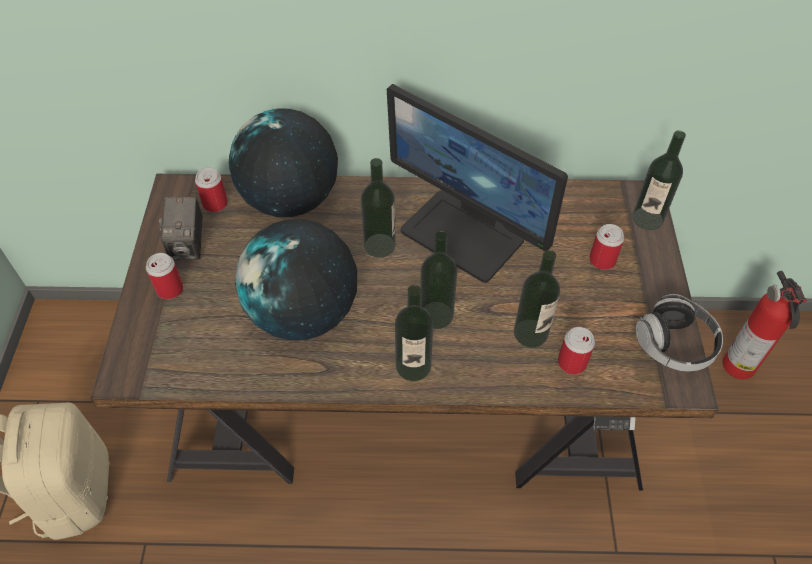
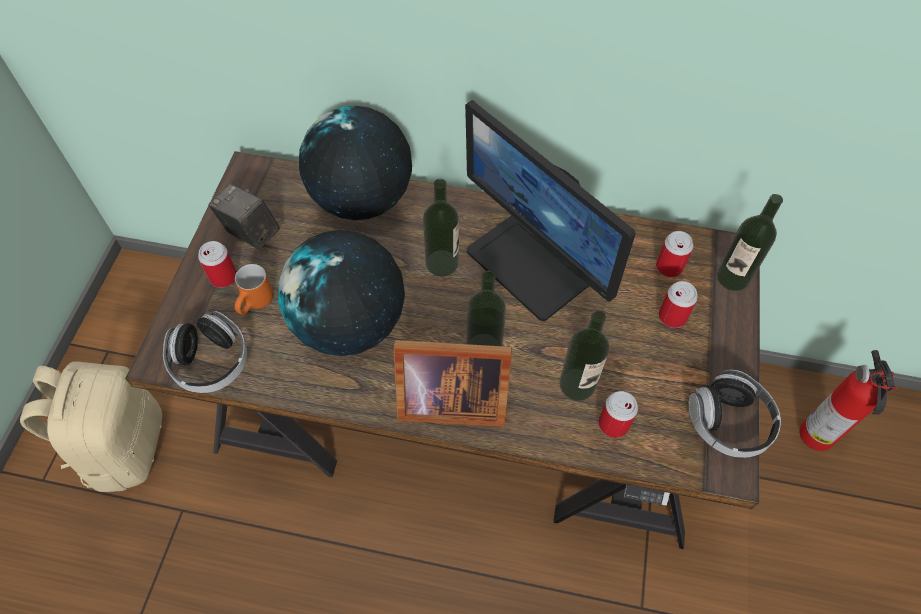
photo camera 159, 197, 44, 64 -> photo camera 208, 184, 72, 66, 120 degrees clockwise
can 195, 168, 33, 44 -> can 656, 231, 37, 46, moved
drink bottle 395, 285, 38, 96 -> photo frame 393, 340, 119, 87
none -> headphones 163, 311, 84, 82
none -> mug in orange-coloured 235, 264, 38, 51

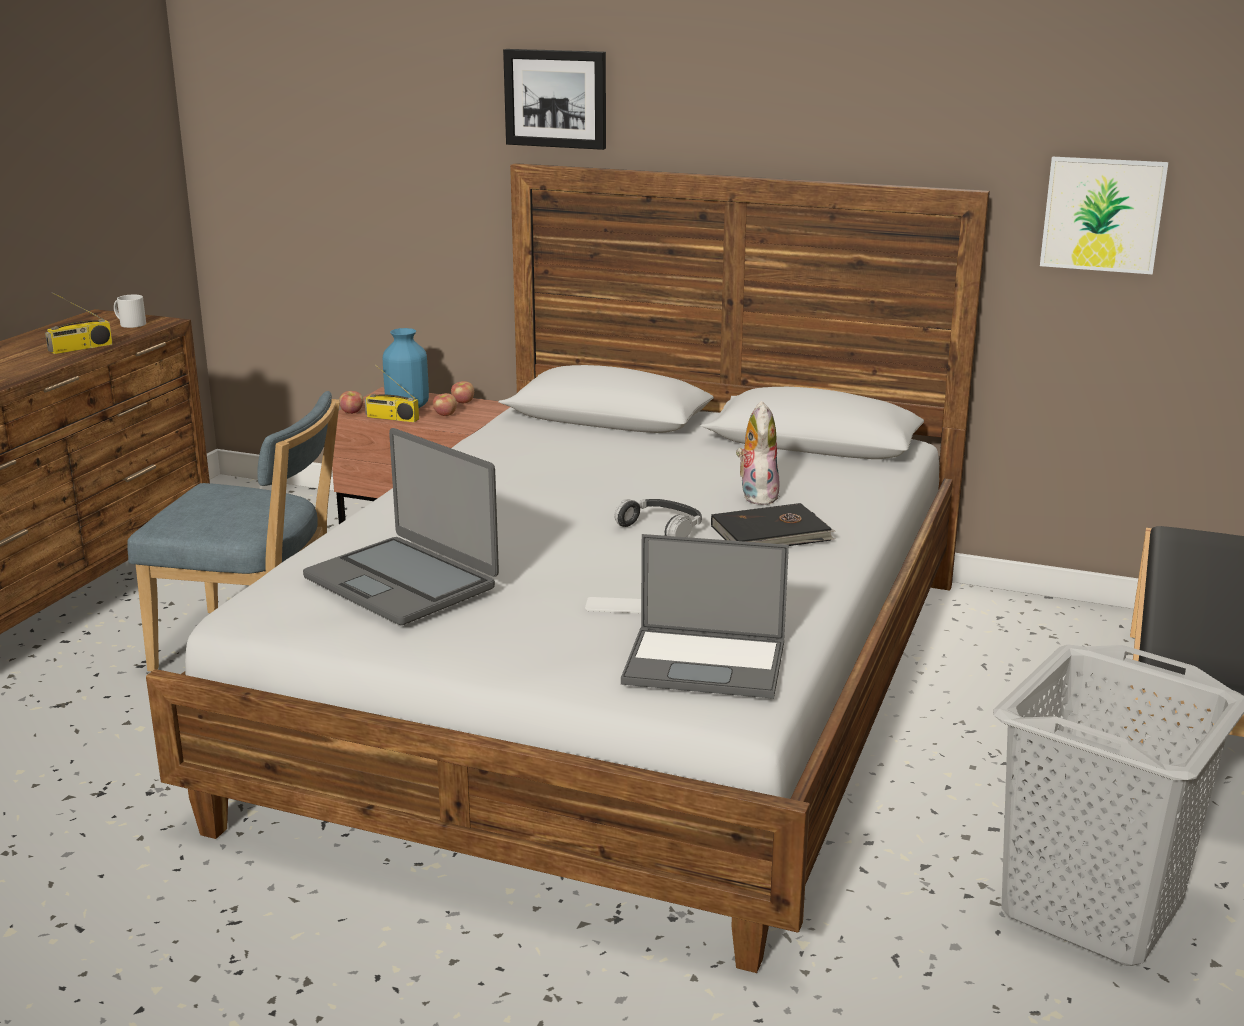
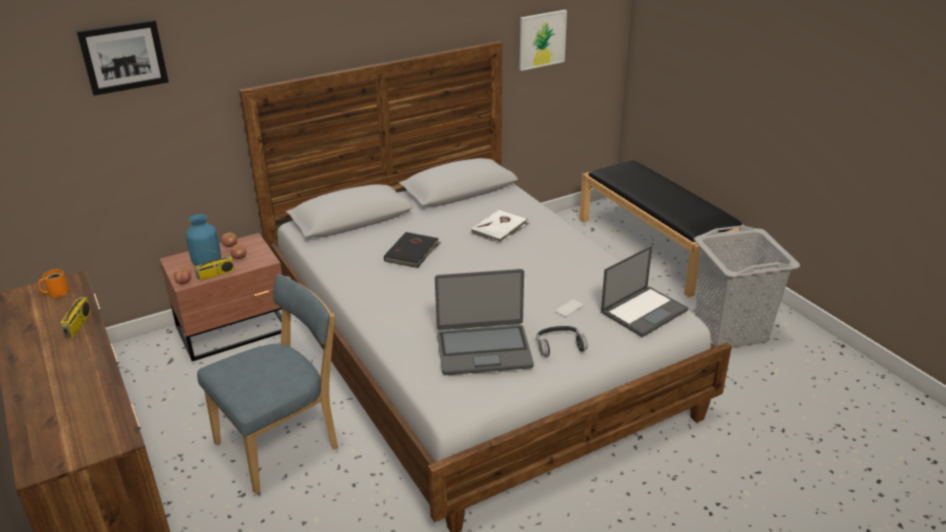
mug in white 114, 295, 32, 33 -> mug in orange-coloured 38, 269, 31, 28
wall art 503, 49, 103, 101 -> wall art 76, 19, 93, 77, moved
headphones 614, 499, 88, 38 -> headphones 536, 326, 52, 31, moved
volume in blackish 711, 503, 124, 43 -> volume in blackish 384, 232, 57, 36, moved
soft toy 736, 401, 44, 104 -> volume in white 471, 210, 58, 34

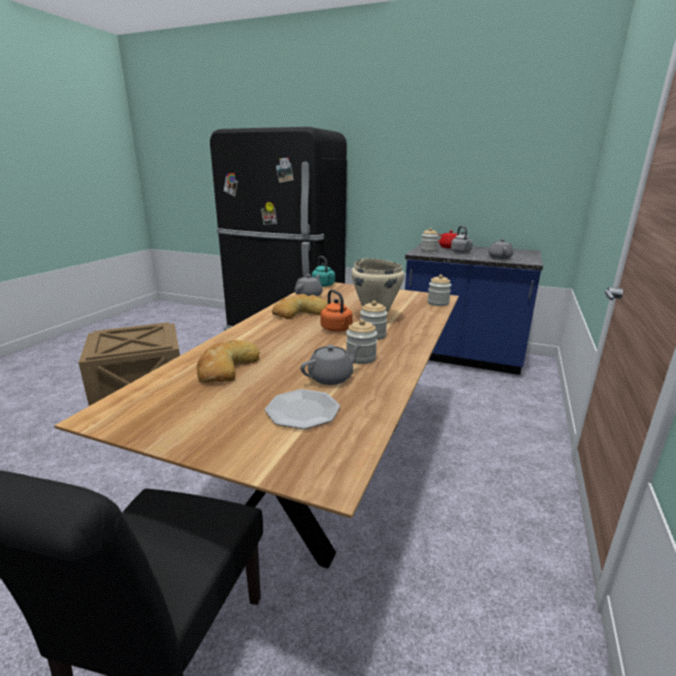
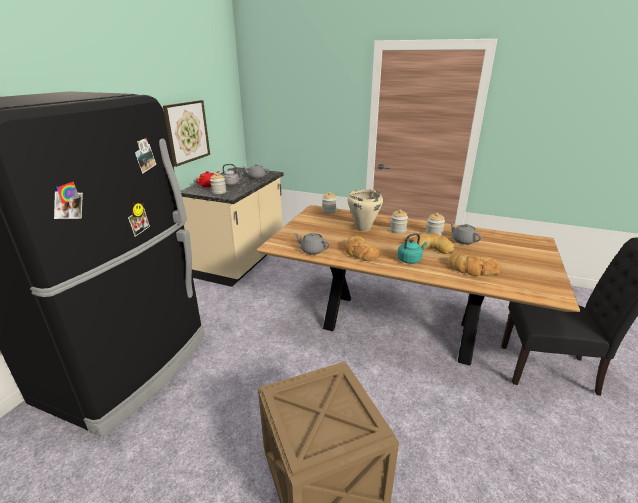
plate 265, 389, 75, 40 -> none
kettle in turquoise-coloured 312, 256, 23, 31 -> kettle in turquoise-coloured 397, 233, 30, 31, moved
kettle in orange-coloured 320, 290, 33, 42 -> none
kitchen counter in bluish 405, 243, 138, 132 -> kitchen counter in beige 181, 167, 103, 120
none -> wall art 163, 100, 47, 67
none -> baked bread 410, 233, 44, 21

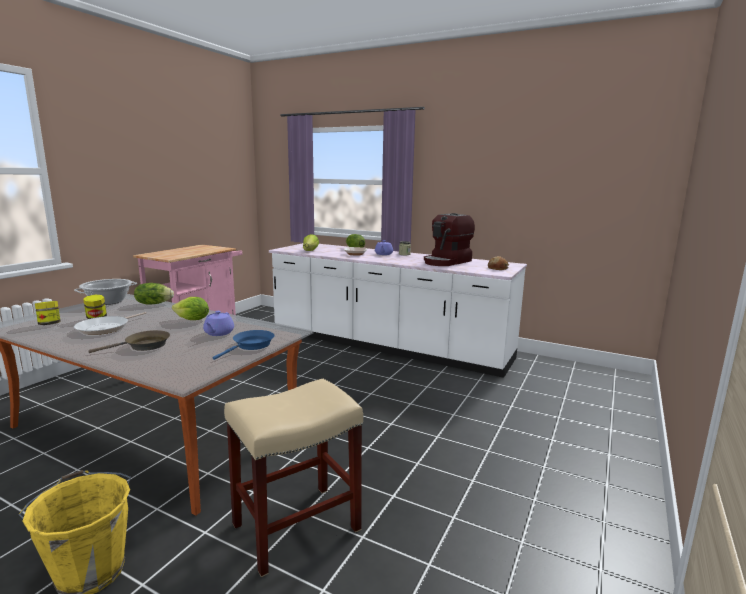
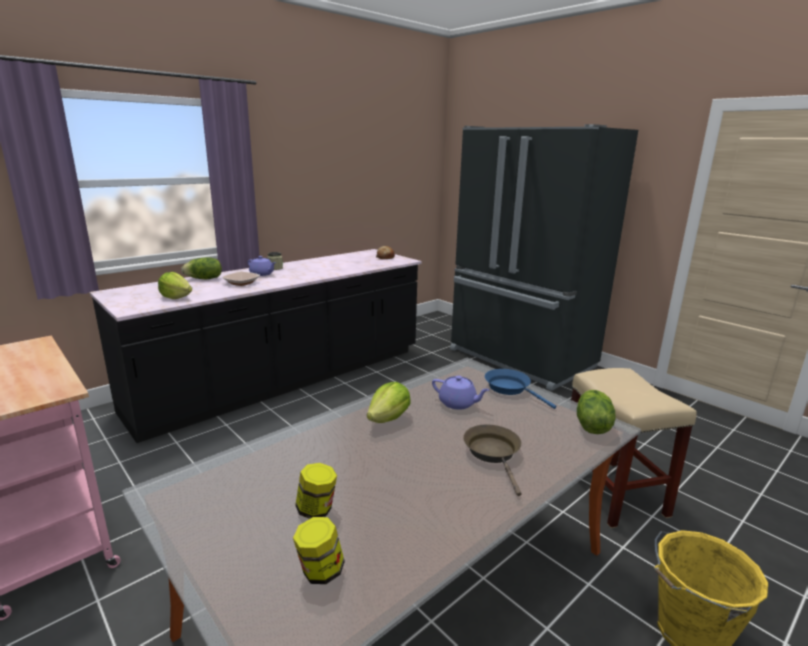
cooking pot 74, 279, 63, 26 -> none
pan 74, 312, 73, 23 -> none
lettuce head 134, 283, 40, 21 -> lettuce head 577, 390, 39, 44, moved
kitchen counter in white 269, 243, 258, 135 -> kitchen counter in blackish 90, 249, 332, 194
coffee brewer 424, 213, 51, 53 -> none
none -> refrigerator in blackish 450, 124, 188, 267

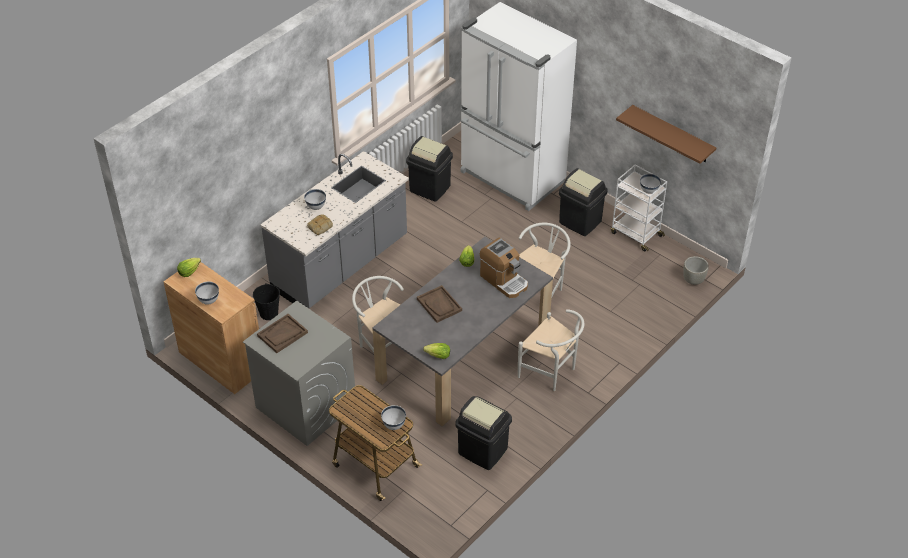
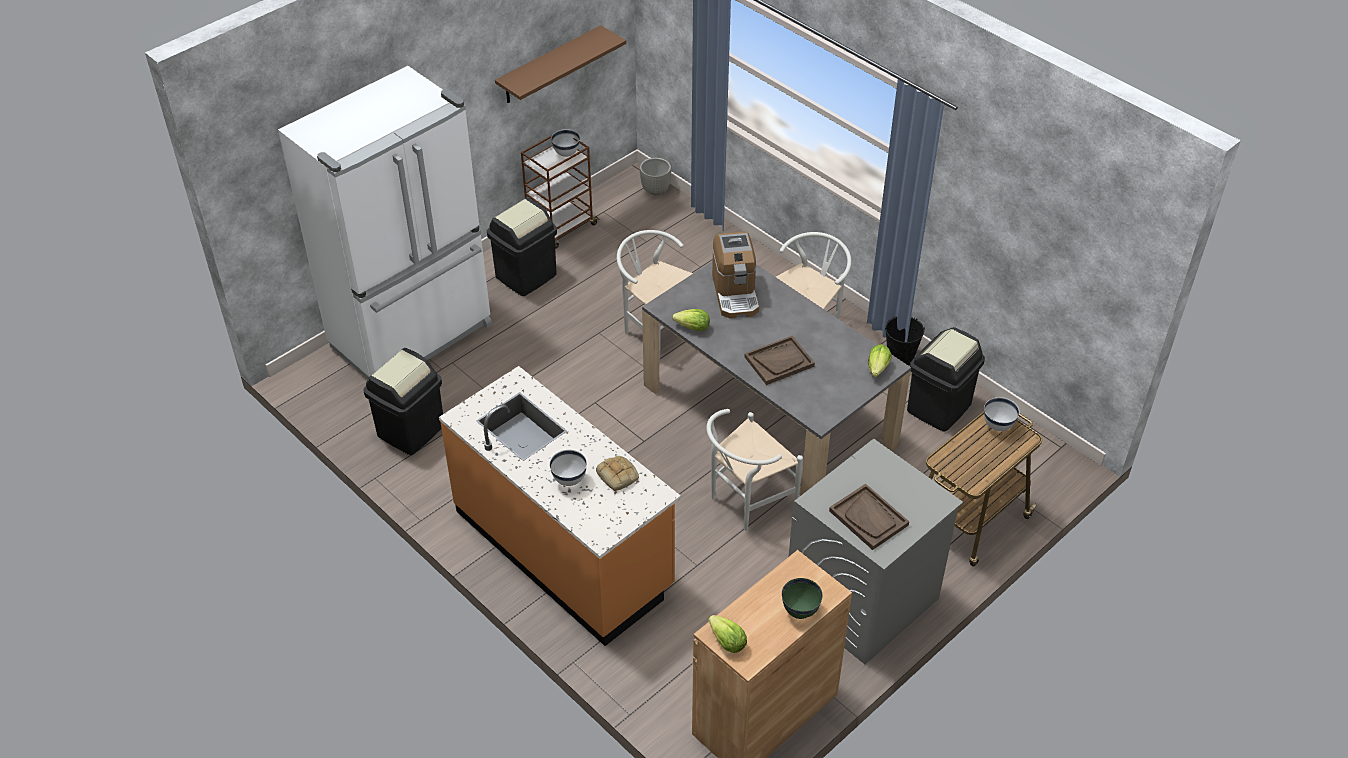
serving bowl in white 195, 282, 24, 23 -> serving bowl in greenish 782, 578, 41, 41
water bucket in blackish 253, 283, 27, 37 -> water bucket in blackish 885, 316, 40, 50, moved
kitchen counter in greyish 260, 151, 149, 157 -> kitchen counter in orange-coloured 439, 366, 242, 280
coffee brewer 480, 238, 48, 60 -> coffee brewer 712, 231, 47, 88, 120 degrees clockwise
wheeled cart in white 611, 165, 56, 86 -> wheeled cart in brownish 521, 129, 79, 120

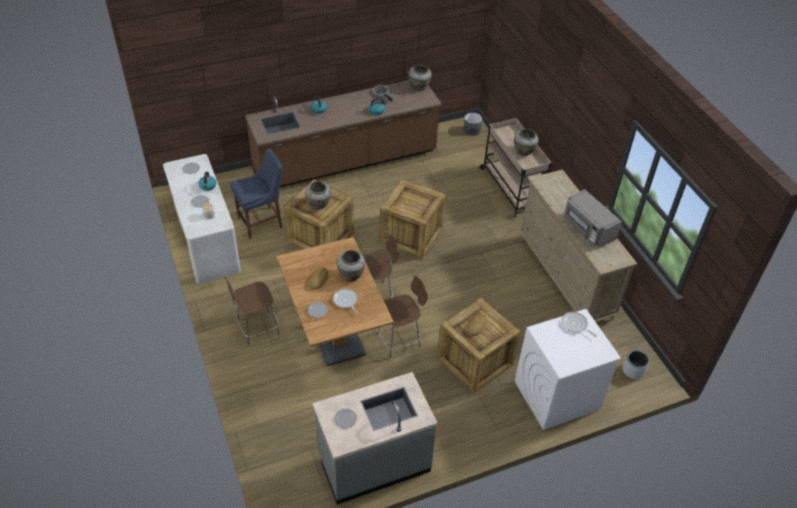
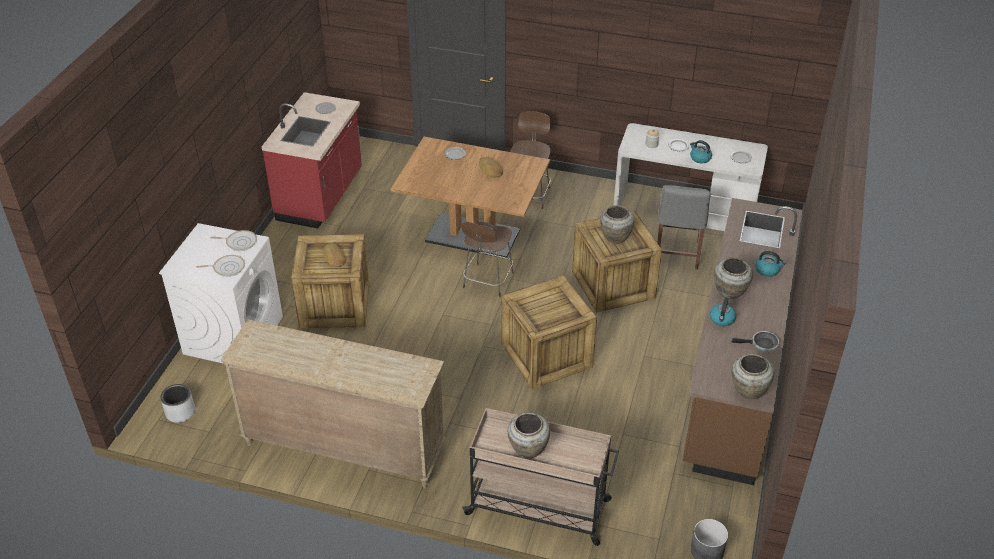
chair in bluish 230, 148, 53, 91 -> chair in greyish 657, 185, 54, 85
kitchen counter in greyish 313, 372, 125, 133 -> kitchen counter in red 262, 92, 100, 137
pan 333, 289, 26, 26 -> pan 210, 230, 47, 21, moved
decorative vase in beige 337, 250, 28, 32 -> decorative vase in beige 714, 257, 39, 42, moved
sitting stool in brownish 376, 276, 52, 82 -> none
microwave in greyish 563, 189, 59, 58 -> none

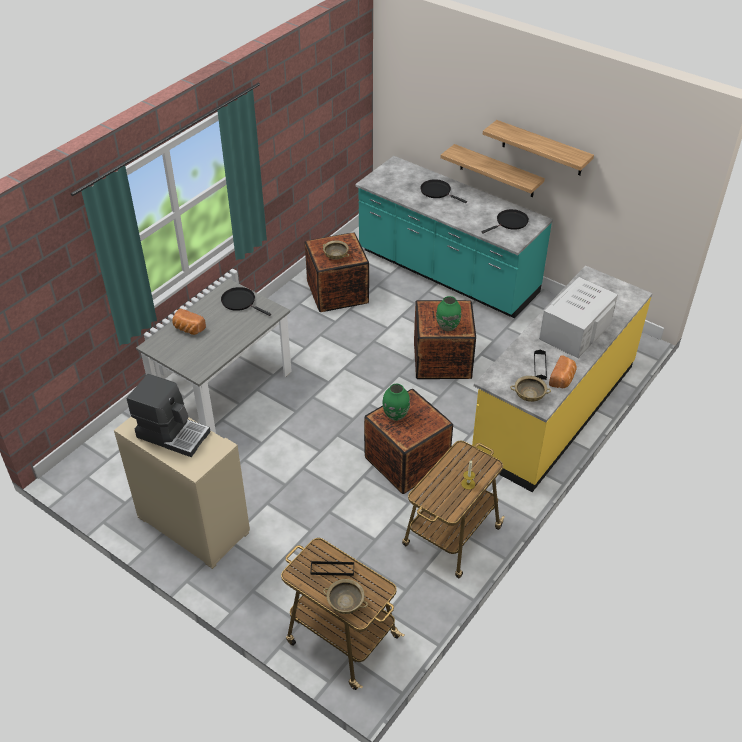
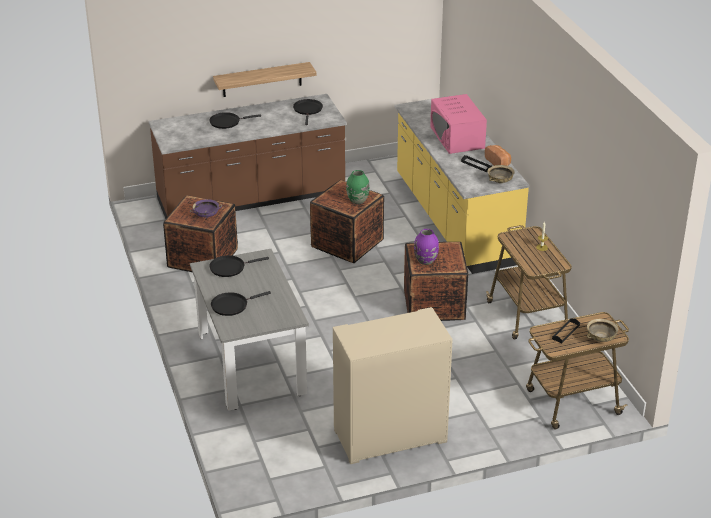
coffee brewer 127, 374, 84, 83 -> none
baked bread 173, 309, 33, 26 -> pan in blackish 211, 291, 60, 25
serving bowl in beige 323, 240, 26, 20 -> serving bowl in purple-coloured 190, 199, 32, 19
kitchen counter in turquoise-coloured 355, 156, 198, 163 -> kitchen counter in brownish 149, 94, 198, 125
decorative vase in greenish 383, 384, 27, 37 -> decorative vase in purple-coloured 414, 229, 25, 36
shelf 483, 120, 111, 55 -> none
microwave in white 539, 277, 79, 81 -> microwave in pinkish 430, 94, 57, 60

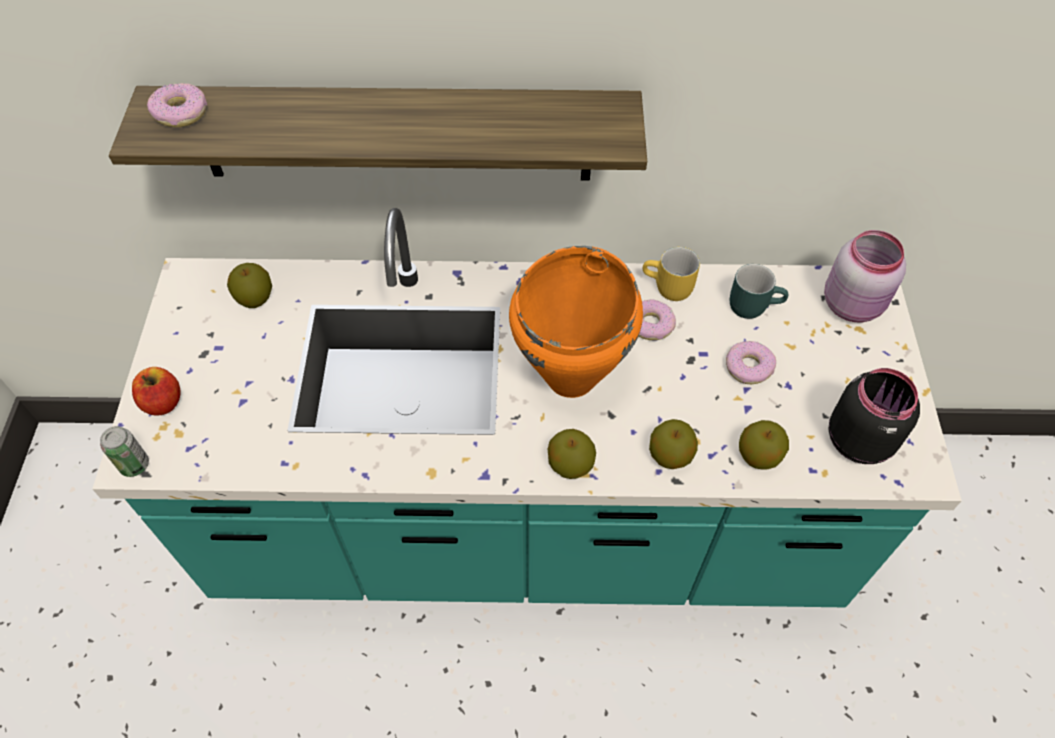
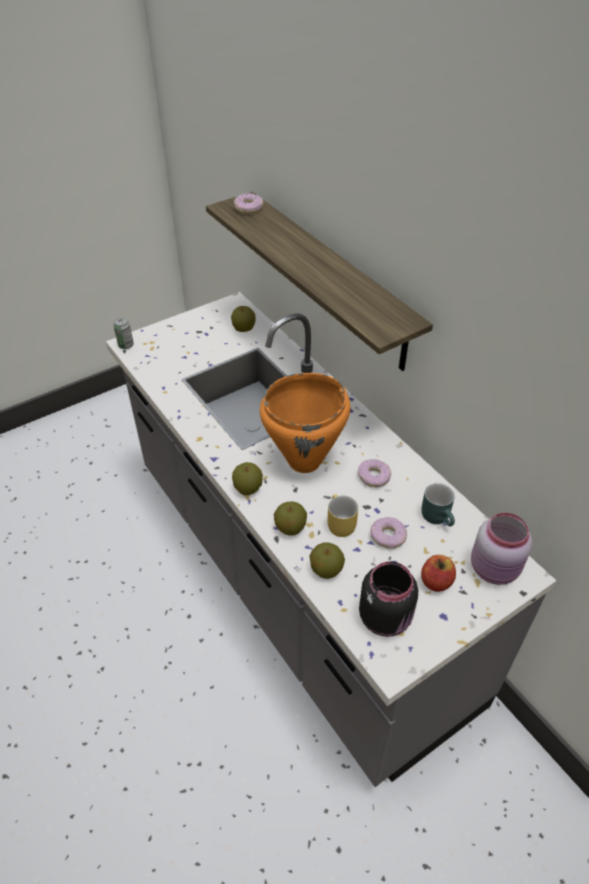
kitchen counter in turquoise-coloured 92, 208, 870, 399 -> kitchen counter in greyish 106, 292, 450, 495
whole apple 132, 367, 48, 49 -> whole apple 421, 555, 35, 37, moved
mug in yellowish 643, 247, 57, 54 -> mug in yellowish 328, 494, 30, 43, moved

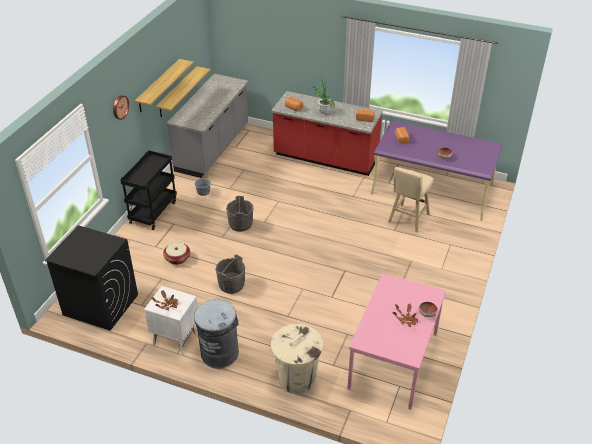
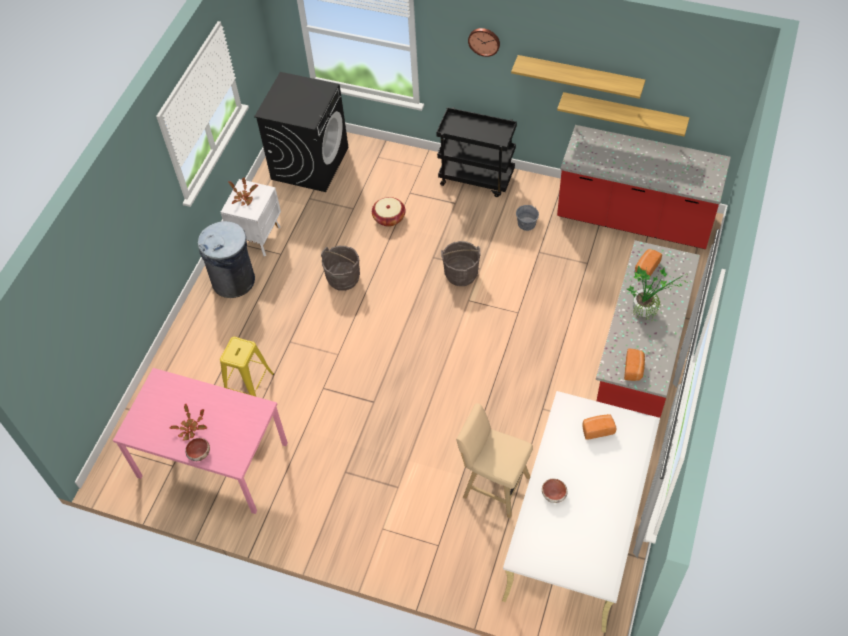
kitchen counter in greyish 167, 74, 82, 104 -> kitchen counter in red 557, 125, 174, 124
waste bin in beige 271, 324, 52, 70 -> none
desk table in purple-coloured 371, 121, 132, 100 -> desk table in white 502, 391, 158, 242
none -> sitting stool in yellowish 220, 337, 54, 59

